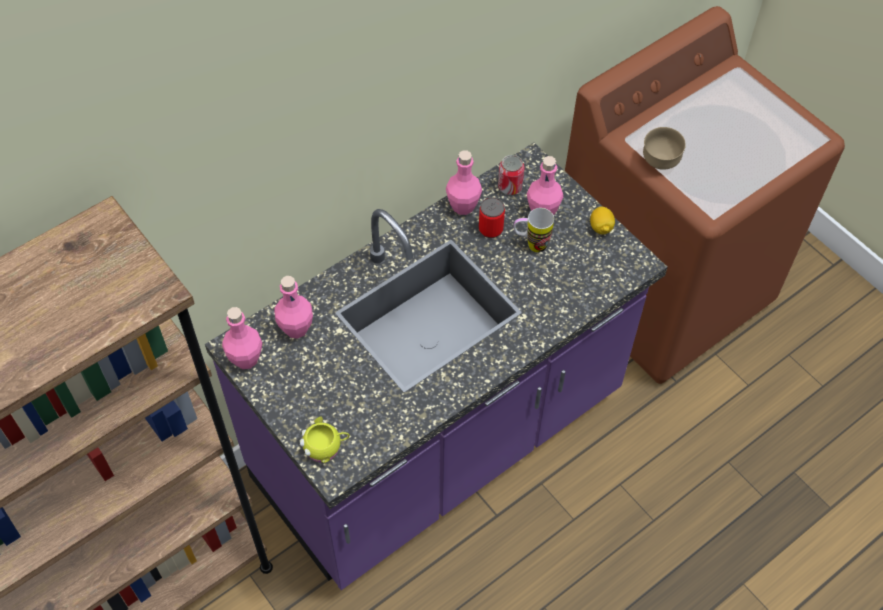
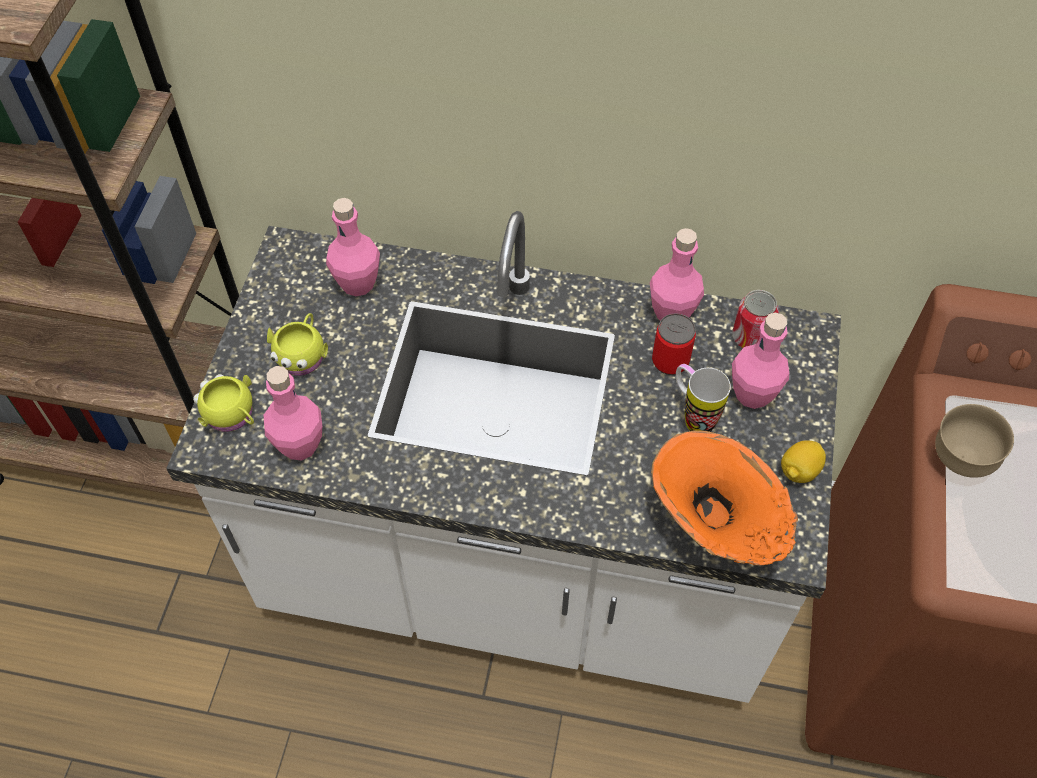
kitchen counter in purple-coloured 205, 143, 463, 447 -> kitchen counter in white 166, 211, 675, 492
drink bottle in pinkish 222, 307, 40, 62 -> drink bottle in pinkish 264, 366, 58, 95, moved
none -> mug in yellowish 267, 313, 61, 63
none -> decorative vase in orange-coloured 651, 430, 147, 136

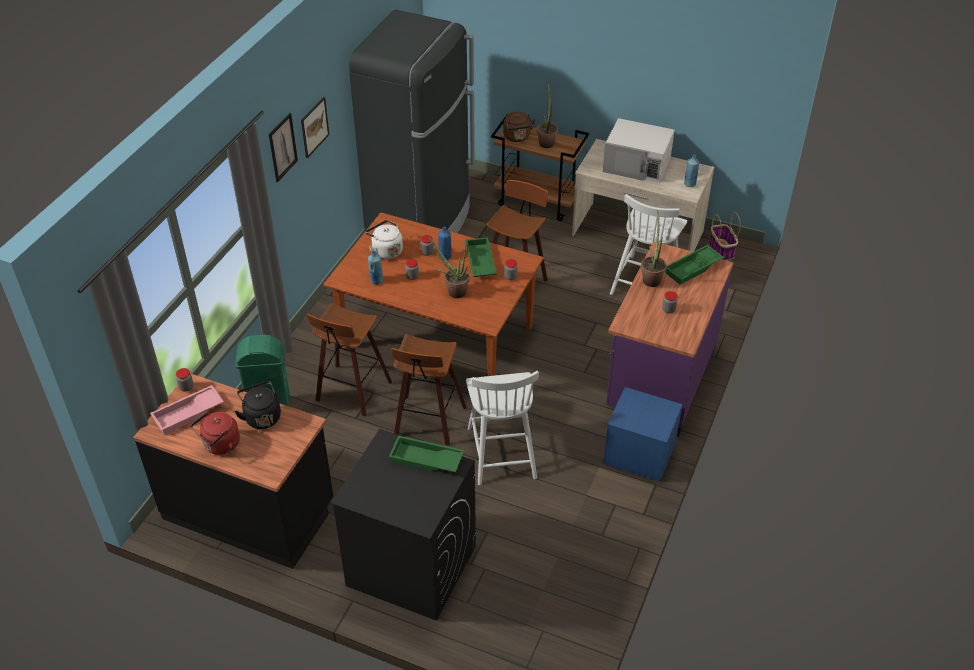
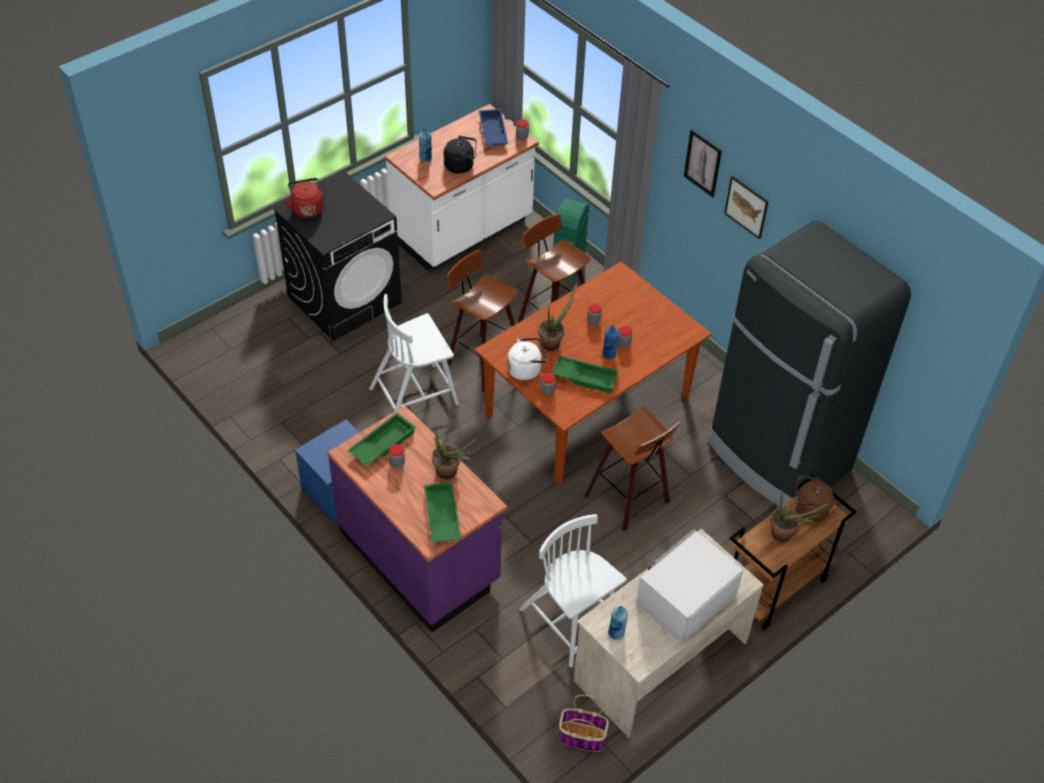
kitchen counter in blackish 133, 374, 200, 195 -> kitchen counter in white 385, 104, 154, 166
carrying tray in pinkish 150, 385, 74, 50 -> carrying tray in bluish 479, 109, 29, 37
kettle in red 191, 412, 49, 43 -> kettle in red 283, 178, 41, 40, moved
kettle in white 365, 220, 38, 39 -> kettle in white 507, 338, 40, 42, moved
drink bottle in bluish 368, 251, 16, 34 -> drink bottle in bluish 419, 128, 13, 34, moved
carrying tray in greenish 389, 435, 75, 37 -> carrying tray in greenish 348, 413, 68, 53, moved
chair in white 466, 371, 73, 114 -> chair in white 369, 294, 90, 118, 45 degrees counterclockwise

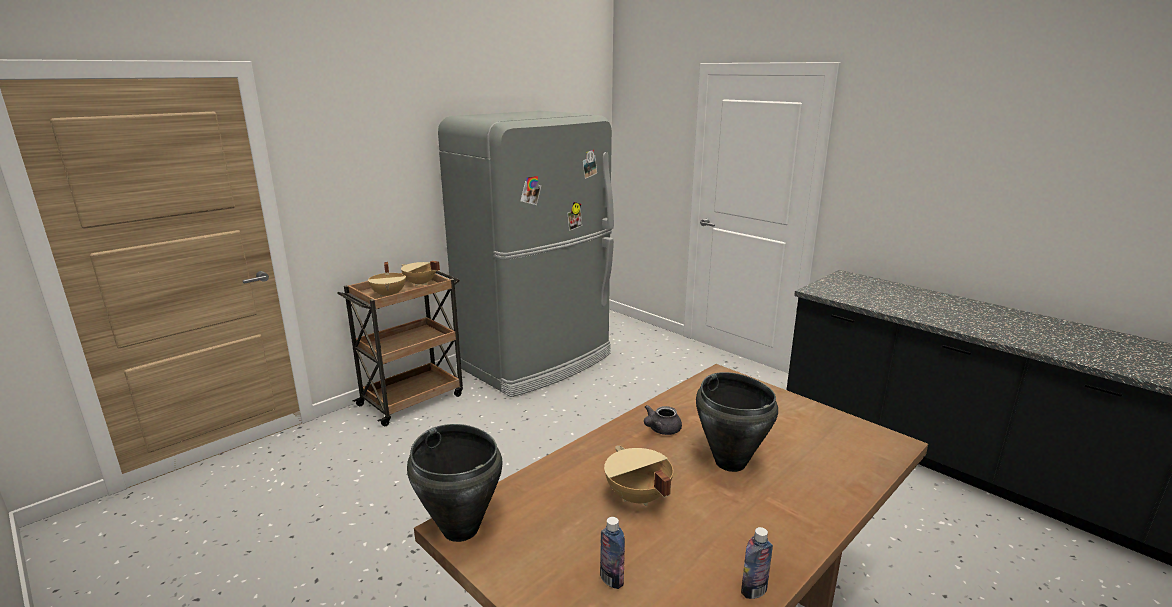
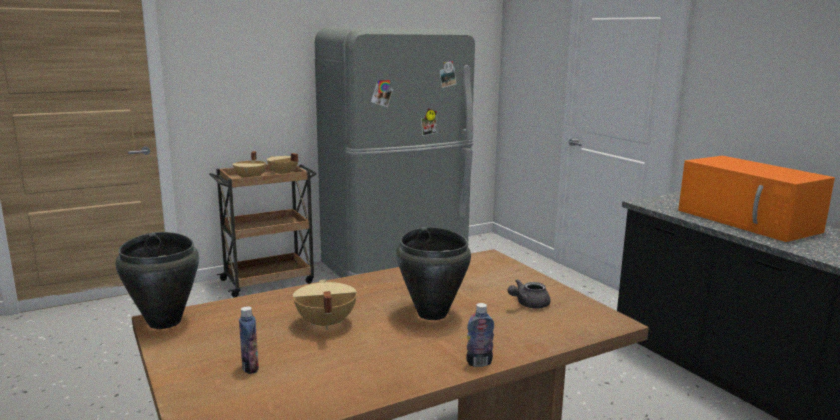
pot for tea in greyish 644, 405, 38, 30 -> pot for tea in greyish 508, 279, 43, 30, moved
drink bottle 741, 527, 32, 72 -> drink bottle 466, 303, 28, 64, moved
none -> microwave in orange-coloured 678, 156, 157, 86

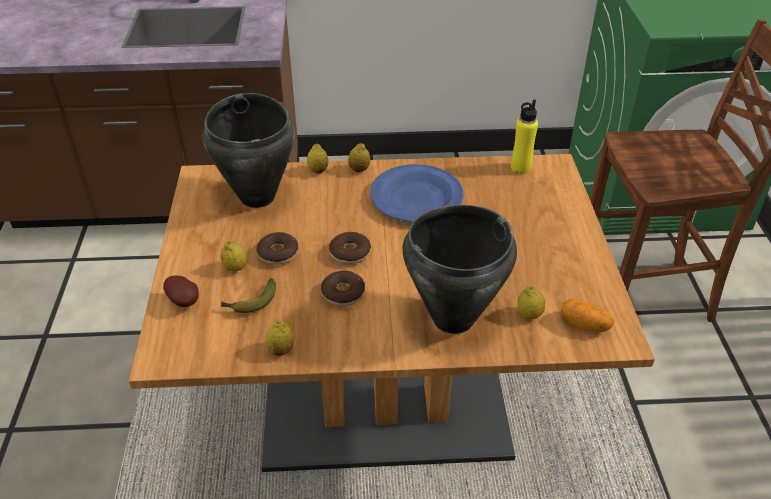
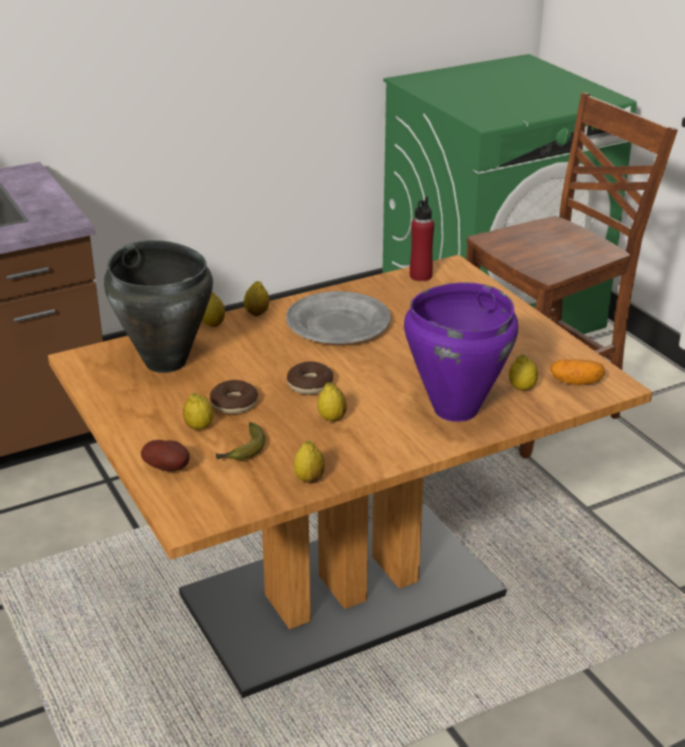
ring doughnut 321, 271, 44, 35 -> whole lemon 317, 383, 30, 39
plate in bluish 370, 164, 94, 58 -> plate in greyish 286, 291, 105, 53
cooking pot in blackish 403, 205, 114, 129 -> cooking pot in purple-coloured 404, 282, 114, 140
drink bottle in yellowish 511, 99, 27, 75 -> drink bottle in red 410, 197, 24, 84

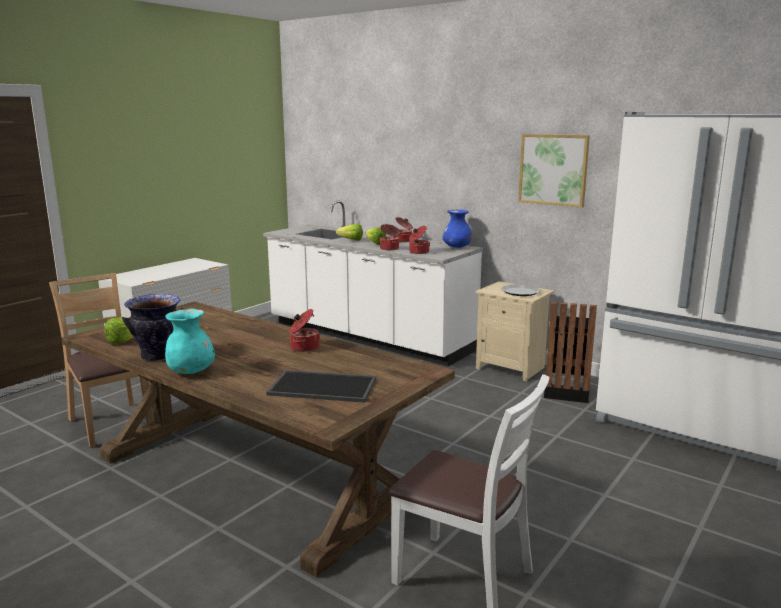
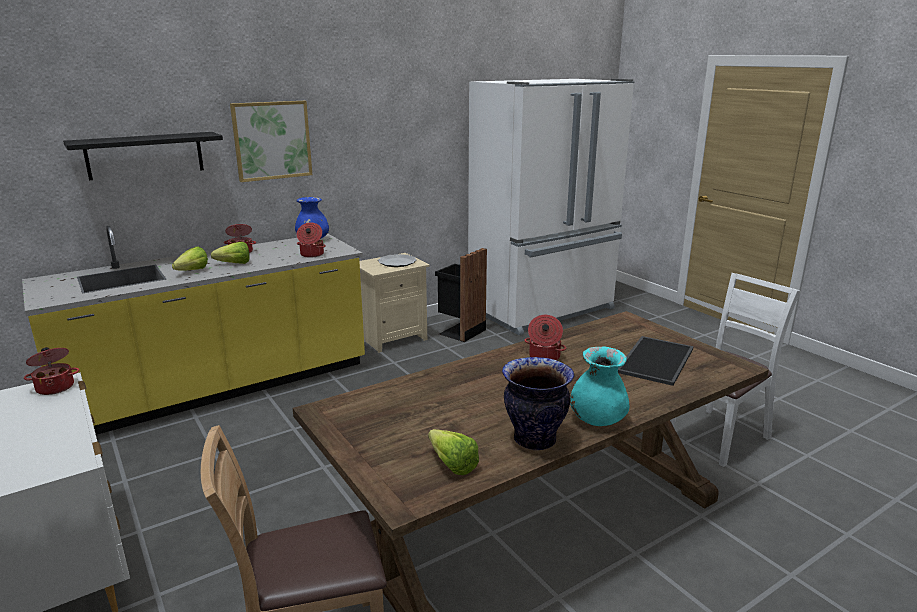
kitchen counter in white 263, 200, 220, 166 -> kitchen counter in yellowish 22, 226, 343, 209
cooking pot 380, 224, 21, 26 -> cooking pot 24, 347, 55, 48, moved
wall art 518, 134, 72, 74 -> wall art 230, 101, 82, 81, moved
none -> shelf in blackish 63, 132, 160, 48

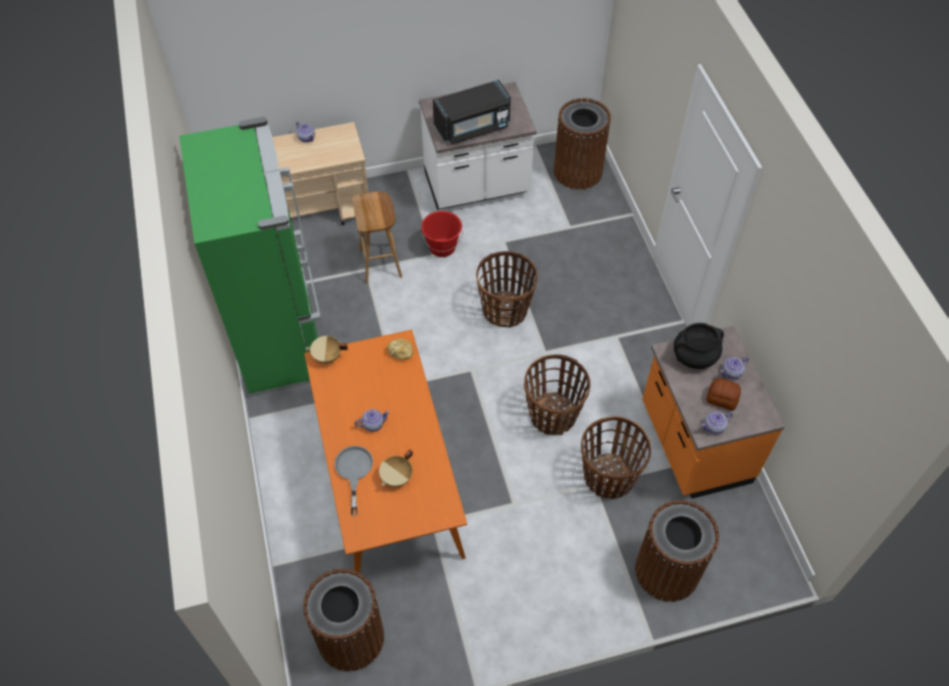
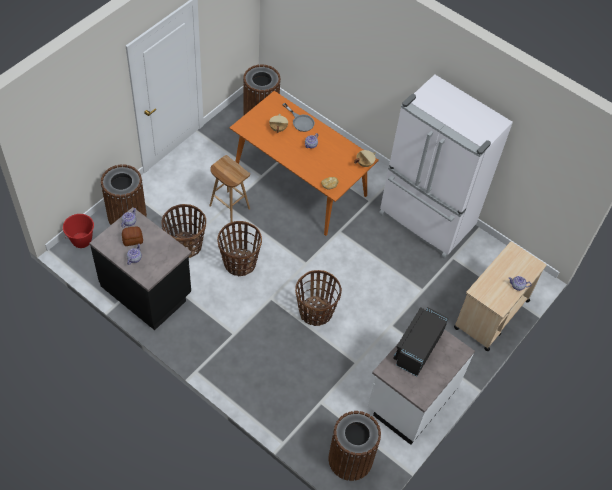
refrigerator in greenish 179, 117, 142, 280 -> refrigerator in white 379, 74, 134, 185
sitting stool in brownish 352, 191, 50, 93 -> sitting stool in brownish 209, 155, 41, 67, moved
water bucket in red 421, 211, 42, 46 -> water bucket in red 63, 214, 31, 34, moved
kitchen counter in orange-coloured 642, 326, 143, 173 -> kitchen counter in blackish 89, 207, 102, 123
cooking pot in blackish 674, 323, 50, 46 -> none

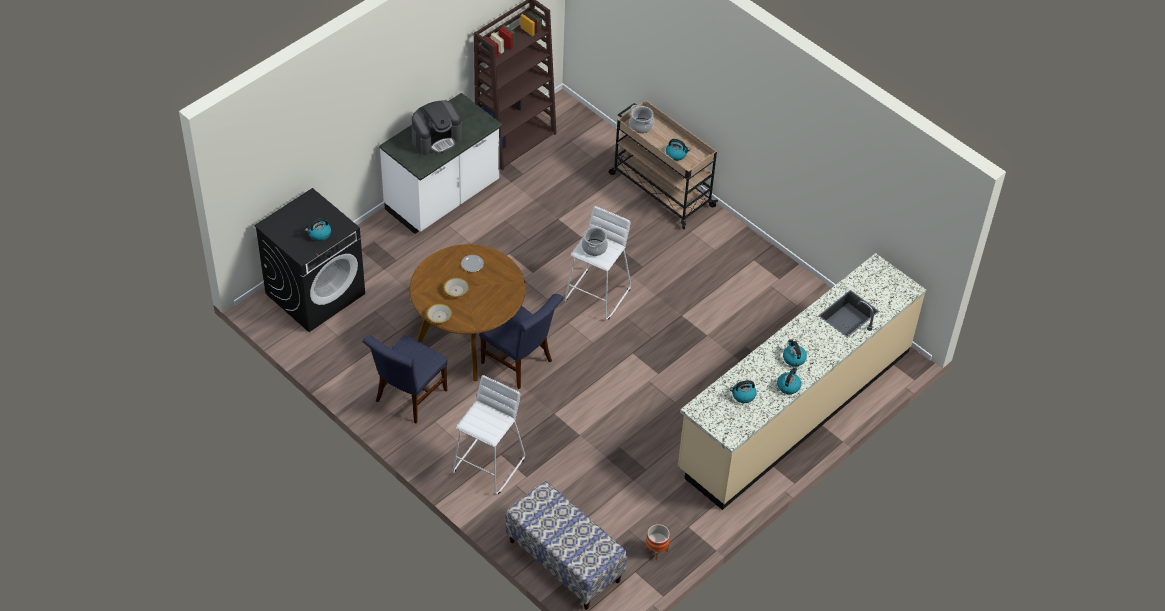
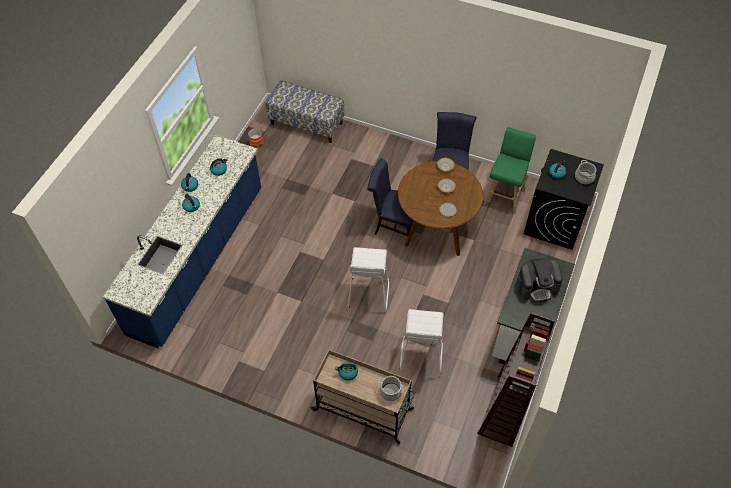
coffee brewer 411, 100, 51, 55 -> coffee brewer 516, 258, 47, 44, 135 degrees counterclockwise
sitting stool in white 452, 375, 73, 119 -> sitting stool in white 399, 309, 44, 66, moved
cooking pot 582, 224, 26, 32 -> cooking pot 575, 160, 21, 24, moved
kitchen counter in beige 678, 253, 248, 257 -> kitchen counter in bluish 103, 135, 158, 213
none -> sitting stool in greenish 483, 127, 53, 87

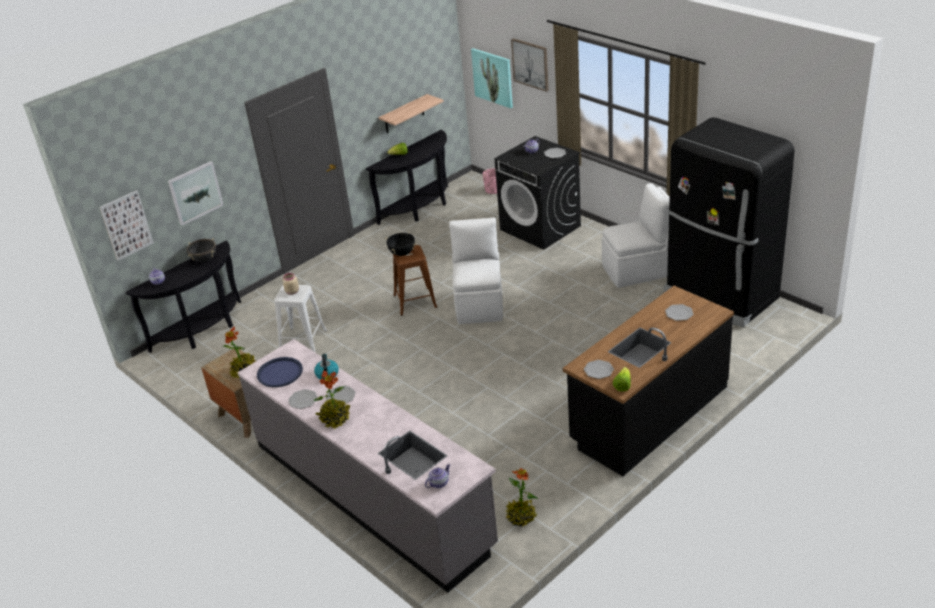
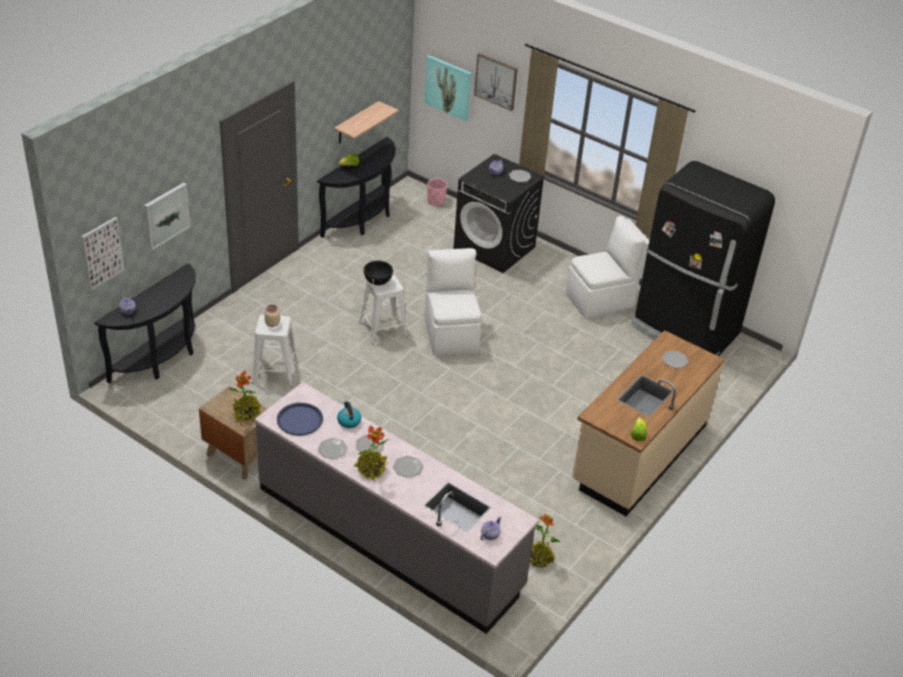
cooking pot in blackish 187, 238, 29, 24 -> none
sitting stool in brownish 393, 245, 45, 71 -> sitting stool in white 359, 273, 49, 72
kitchen counter in blackish 563, 286, 171, 190 -> kitchen counter in beige 572, 330, 153, 186
plate 584, 360, 30, 19 -> plate 393, 456, 30, 22, moved

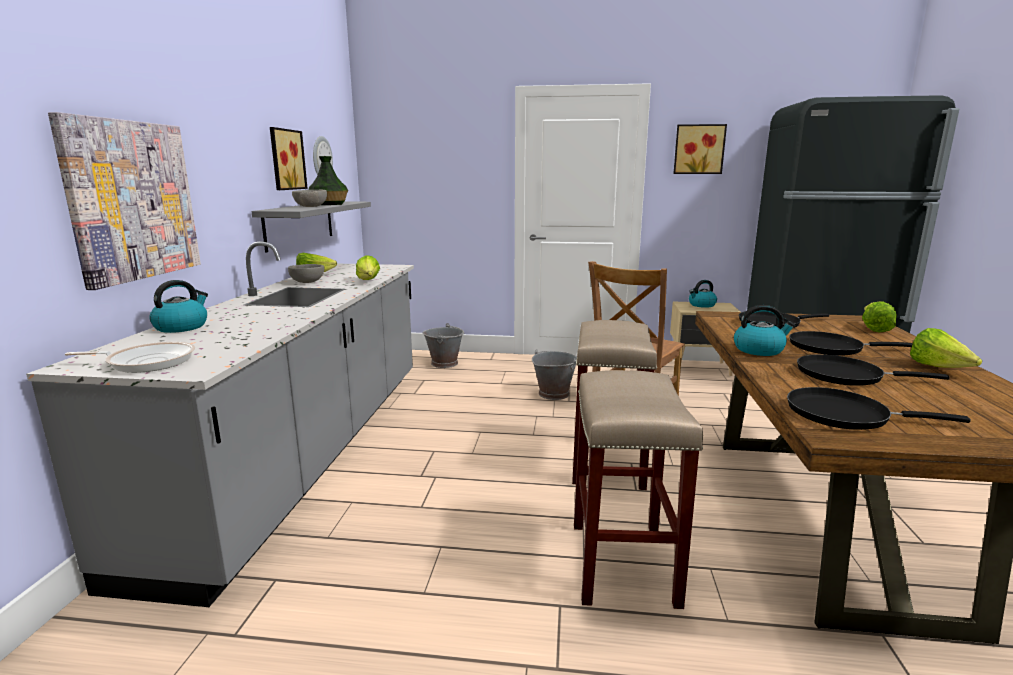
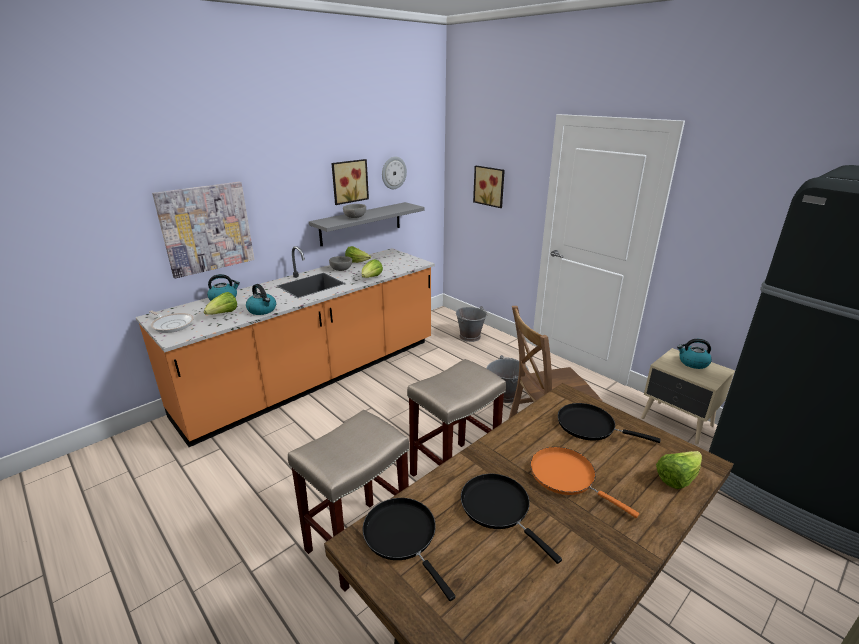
kitchen counter in greyish 26, 241, 388, 366 -> kitchen counter in orange-coloured 136, 246, 299, 201
decorative vase 308, 156, 40, 49 -> none
wall art 673, 124, 54, 50 -> wall art 473, 166, 32, 42, moved
kettle 734, 305, 61, 51 -> kettle 246, 284, 30, 31, moved
pan in blackish 789, 331, 124, 25 -> pan in orange-coloured 530, 447, 109, 71
lettuce head 910, 328, 72, 40 -> lettuce head 204, 292, 33, 23, moved

